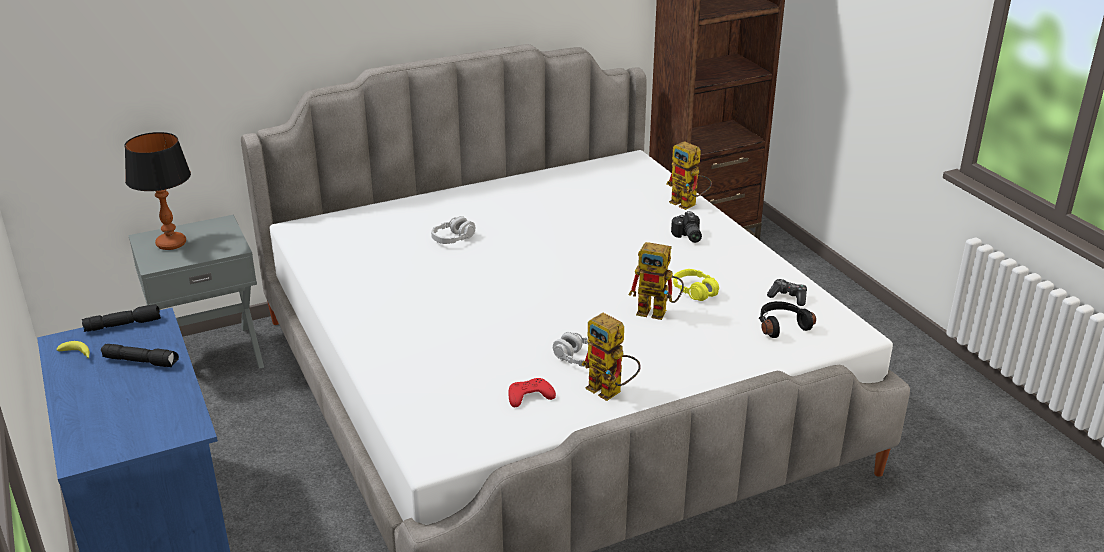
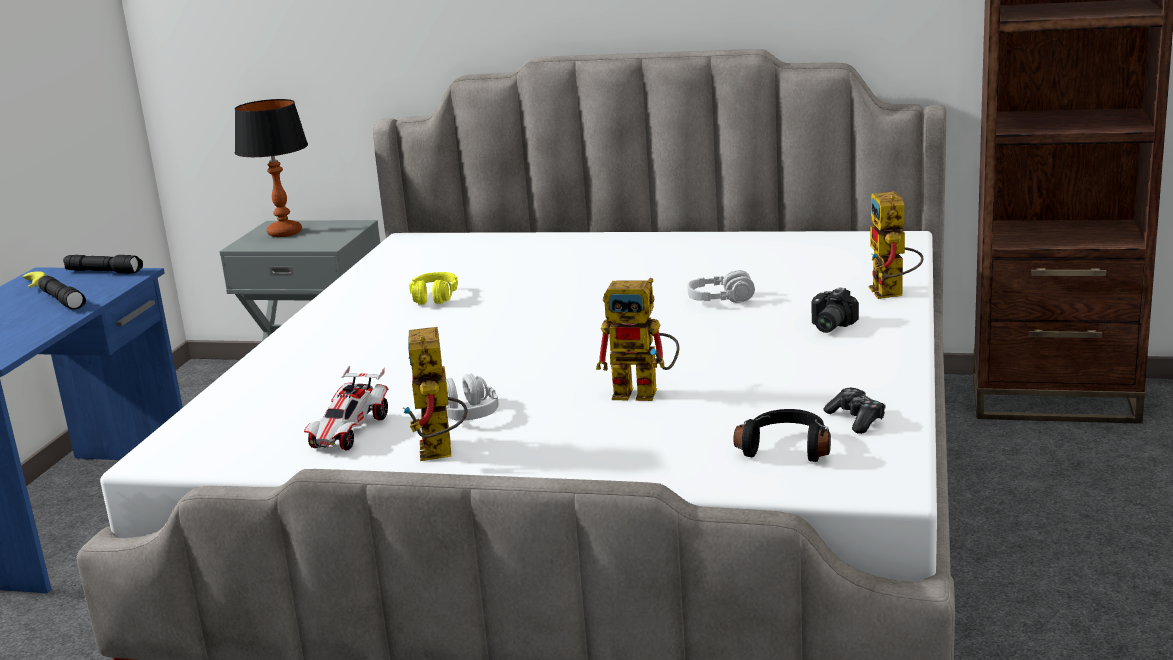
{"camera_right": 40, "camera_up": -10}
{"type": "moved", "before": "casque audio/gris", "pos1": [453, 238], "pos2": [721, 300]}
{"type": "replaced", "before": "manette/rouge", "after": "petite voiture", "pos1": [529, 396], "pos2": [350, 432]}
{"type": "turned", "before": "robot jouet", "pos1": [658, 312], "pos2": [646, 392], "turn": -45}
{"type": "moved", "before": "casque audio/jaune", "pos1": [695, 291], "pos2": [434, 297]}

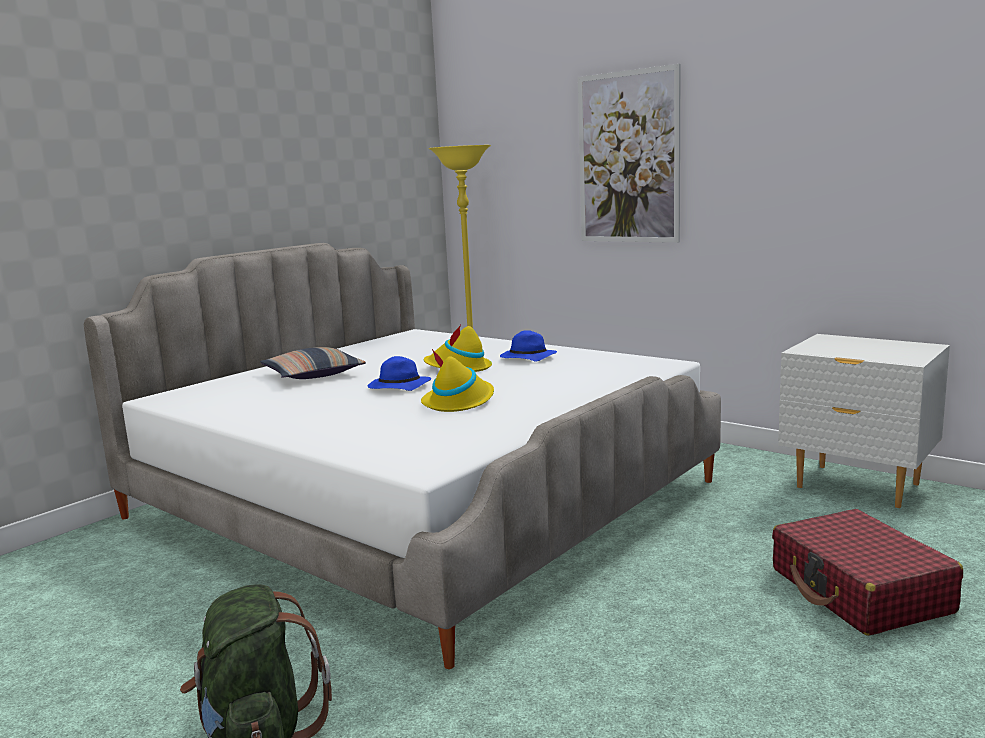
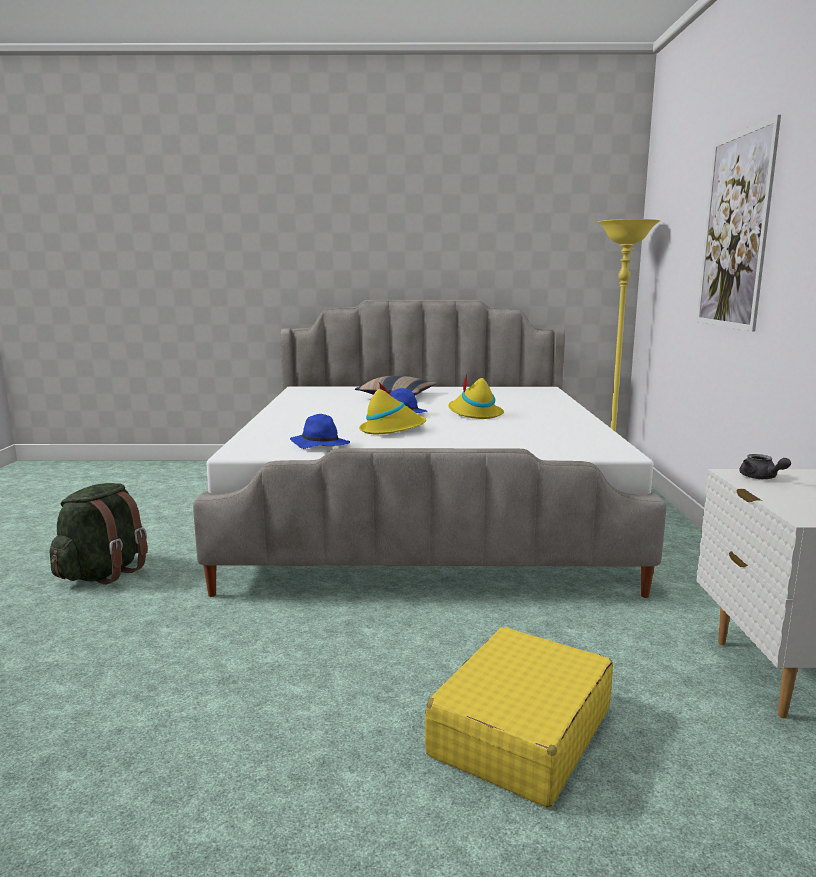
{"camera_right": 50, "camera_up": 0}
{"type": "moved", "before": "chapeau/bleu", "pos1": [527, 358], "pos2": [319, 445]}
{"type": "recoloured", "before": "valise/rouge", "after": "valise/jaune", "pos1": [860, 591], "pos2": [520, 732]}
{"type": "added", "after": "théière/gris", "pos2": [761, 478]}

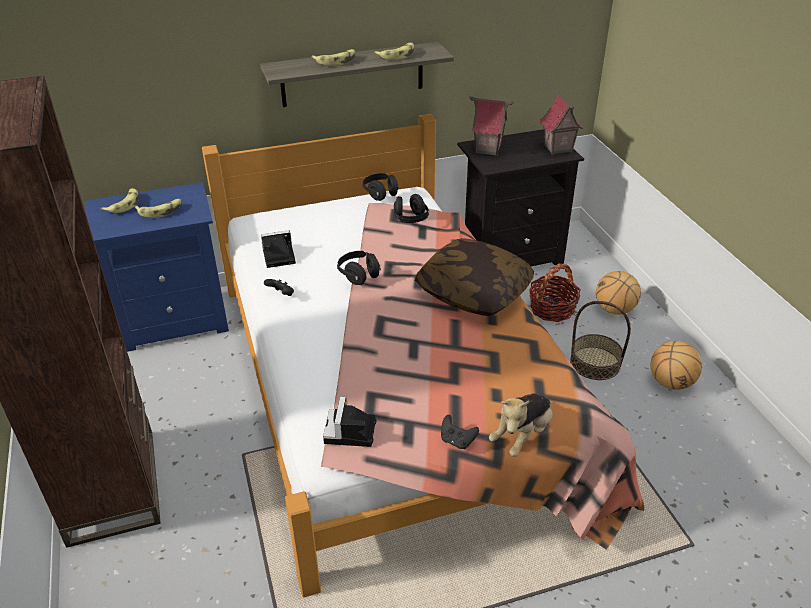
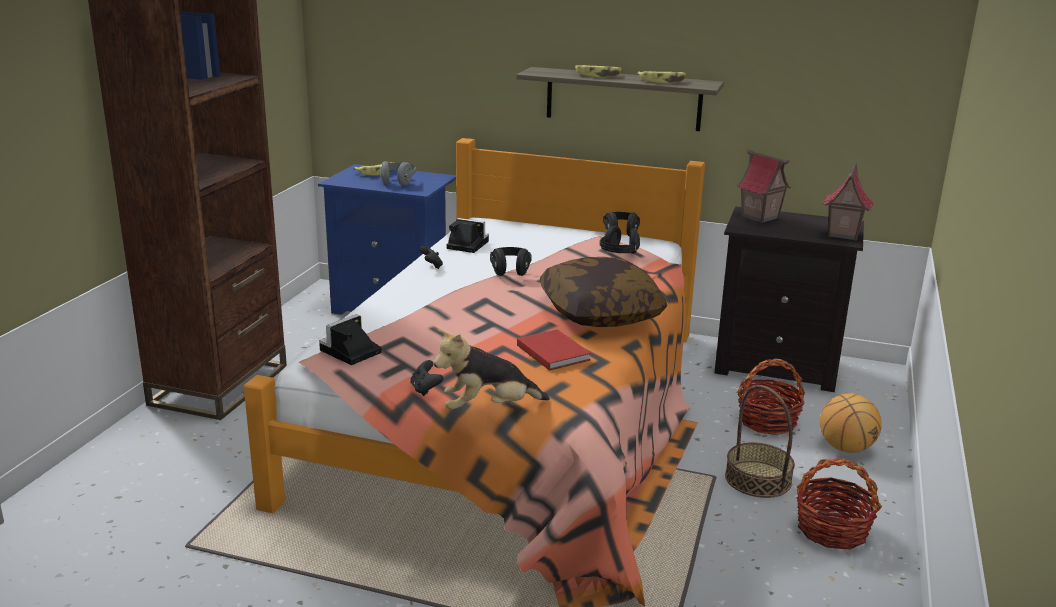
{"camera_right": 35, "camera_up": -15}
{"type": "replaced", "before": "banane", "after": "casque audio/gris", "pos1": [161, 211], "pos2": [397, 182]}
{"type": "replaced", "before": "ballon de basket", "after": "panier", "pos1": [670, 383], "pos2": [832, 530]}
{"type": "added", "after": "livre/rouge", "pos2": [553, 352]}

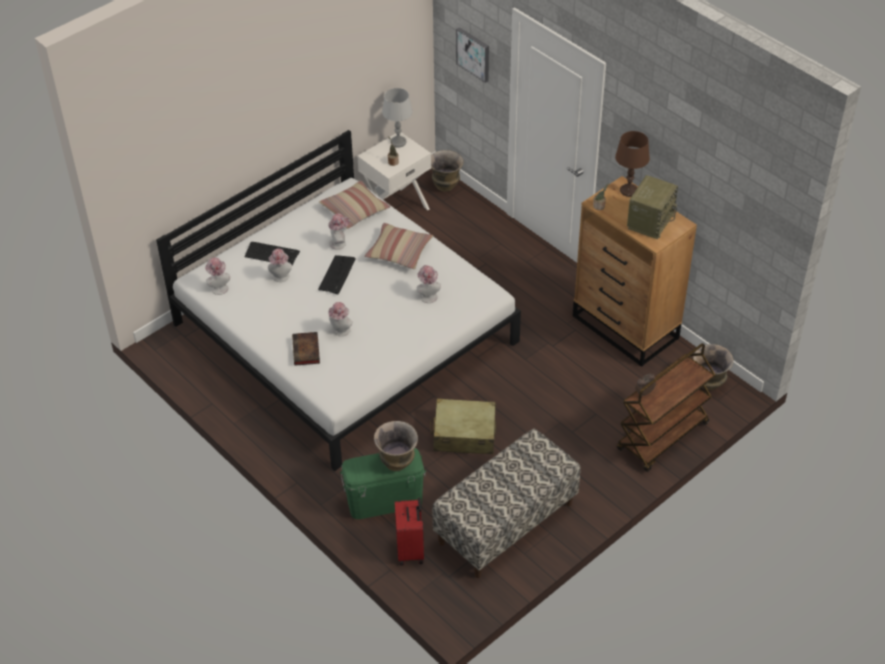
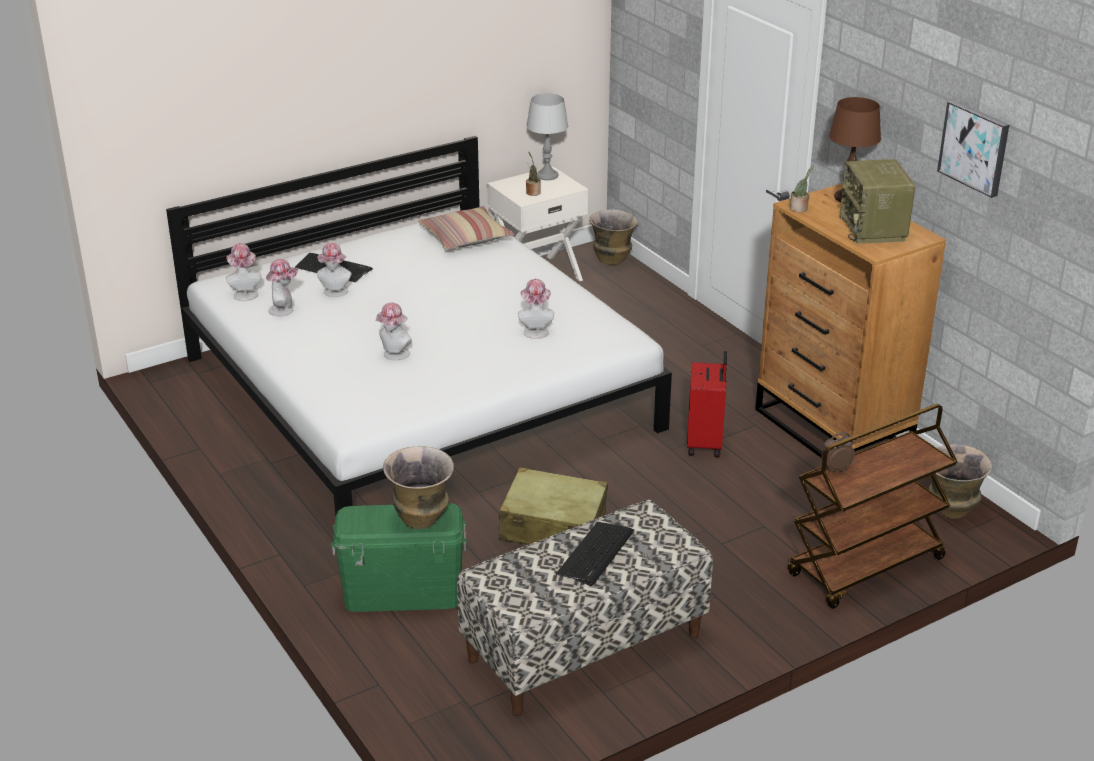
{"camera_right": 10, "camera_up": -15}
{"type": "removed", "before": "livre", "pos1": [306, 351]}
{"type": "moved", "before": "clavier", "pos1": [337, 275], "pos2": [595, 554]}
{"type": "moved", "before": "chapeau", "pos1": [339, 243], "pos2": [284, 309]}
{"type": "removed", "before": "coussin", "pos1": [399, 251]}
{"type": "moved", "before": "valise/rouge", "pos1": [411, 550], "pos2": [705, 444]}
{"type": "moved", "before": "tableau", "pos1": [473, 54], "pos2": [975, 147]}
{"type": "turned", "before": "radio", "pos1": [650, 221], "pos2": [873, 229], "turn": 135}

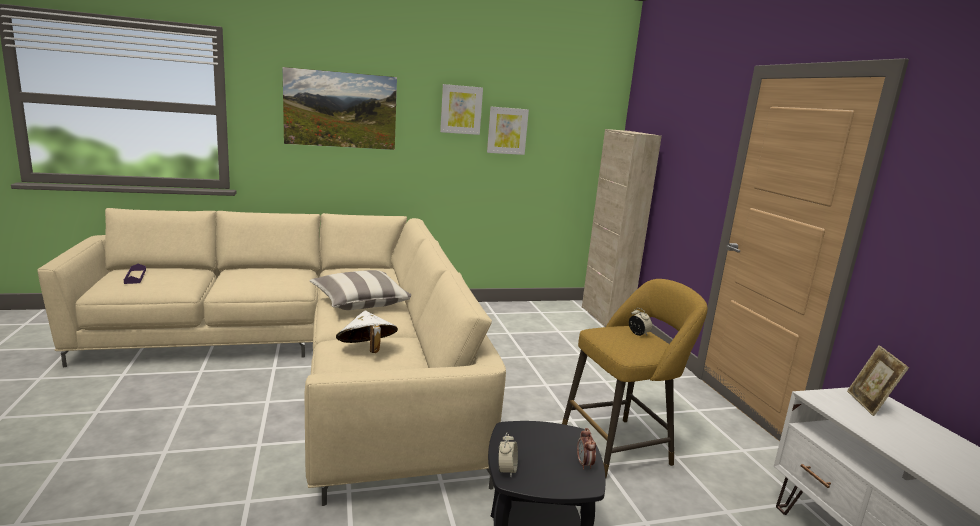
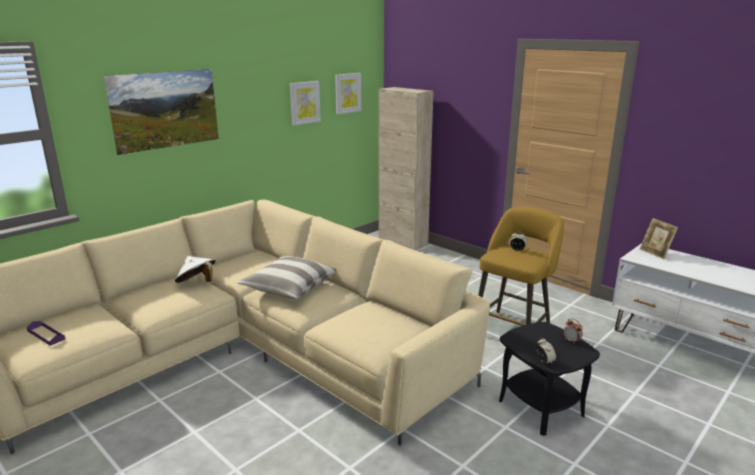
{"camera_right": -30, "camera_up": 5}
{"type": "moved", "before": "chapeau/blanc", "pos1": [366, 351], "pos2": [197, 283]}
{"type": "moved", "before": "tableau", "pos1": [461, 109], "pos2": [347, 93]}

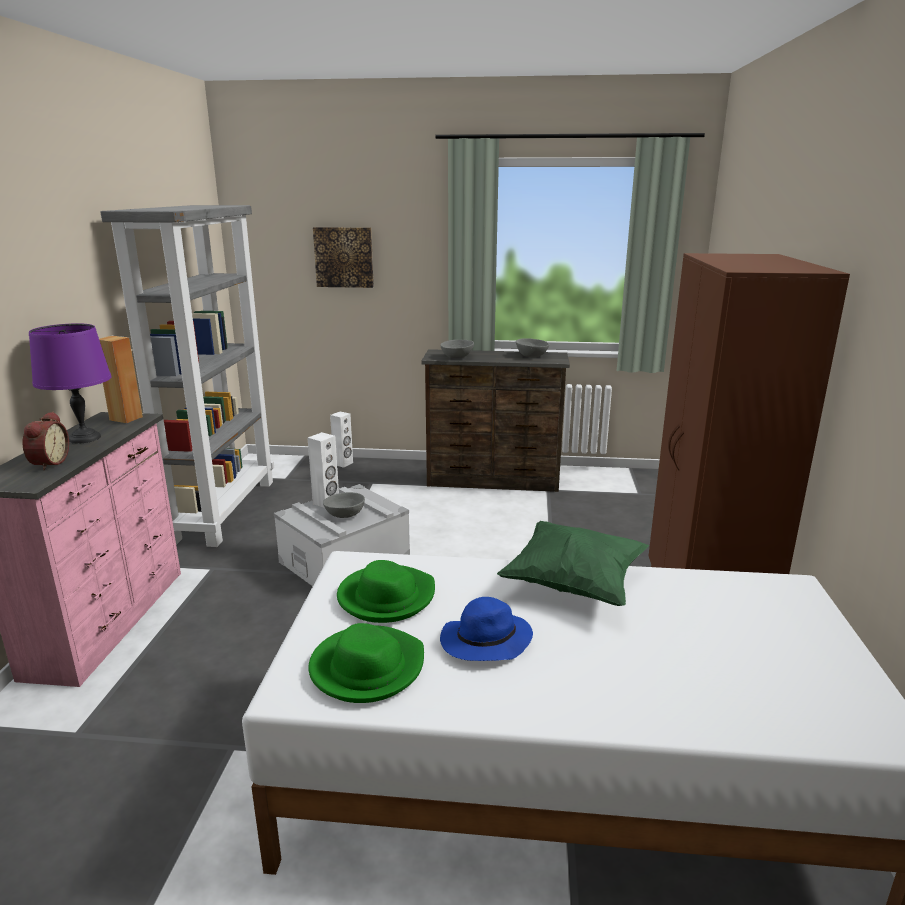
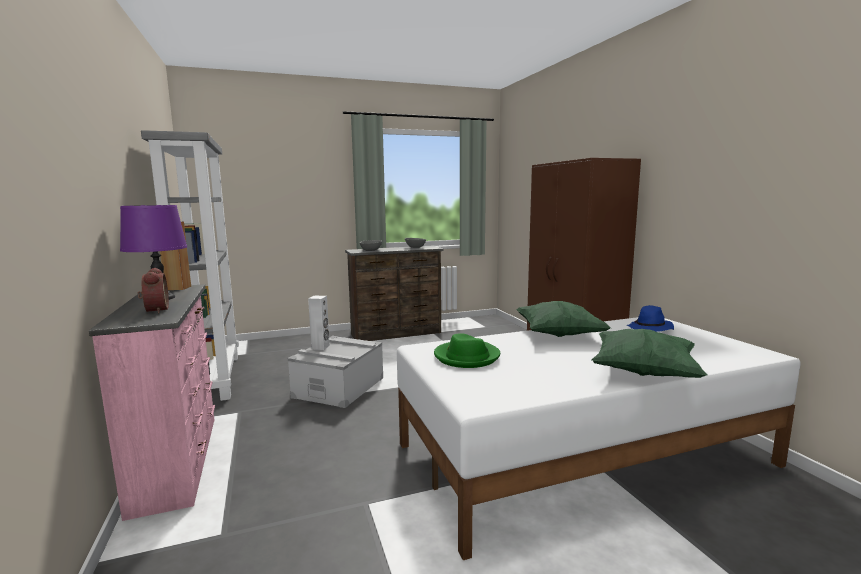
{"camera_right": -25, "camera_up": -10}
{"type": "removed", "before": "chapeau/vert", "pos1": [367, 667]}
{"type": "removed", "before": "tableau", "pos1": [344, 257]}
{"type": "removed", "before": "bol/gris", "pos1": [345, 515]}
{"type": "removed", "before": "enceinte/blanc", "pos1": [343, 464]}
{"type": "moved", "before": "chapeau/bleu", "pos1": [485, 642], "pos2": [650, 329]}
{"type": "added", "after": "coussin/vert", "pos2": [643, 373]}

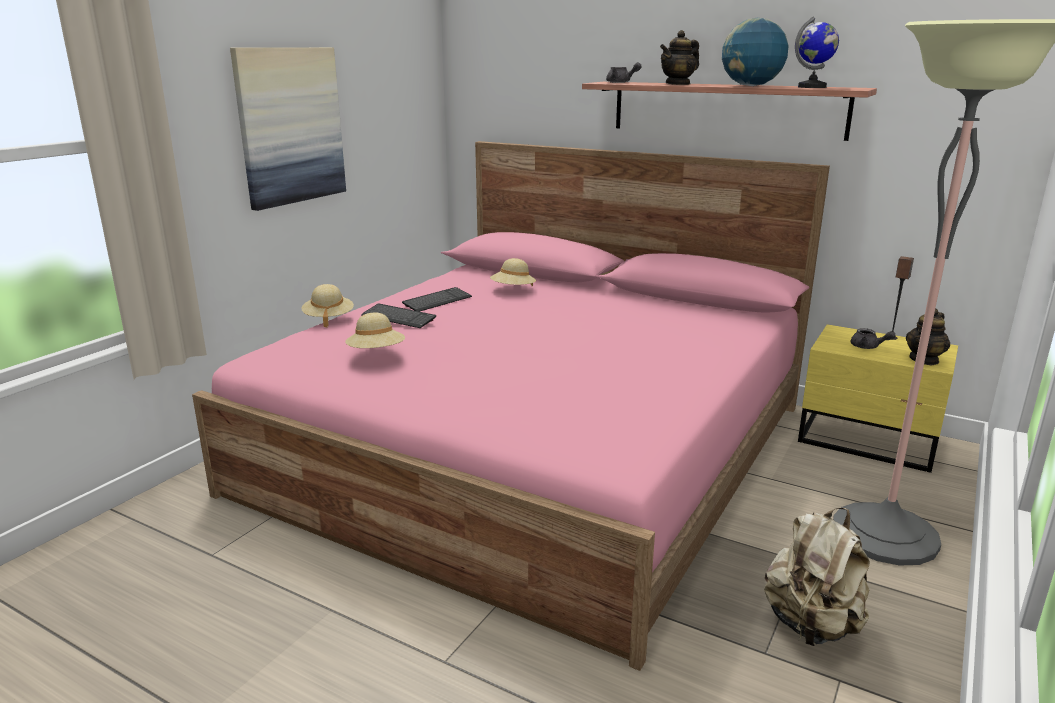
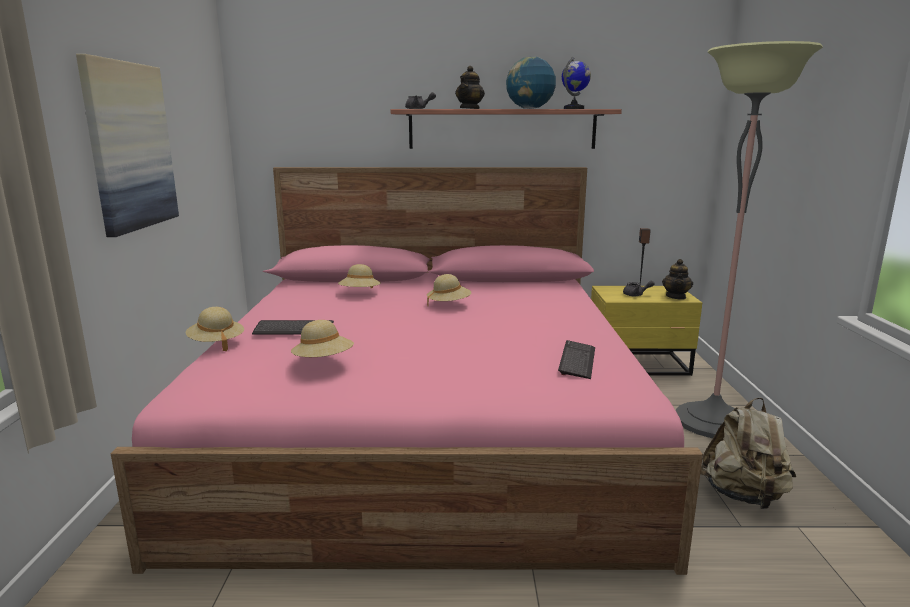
{"camera_right": -30, "camera_up": -5}
{"type": "moved", "before": "clavier", "pos1": [437, 301], "pos2": [577, 361]}
{"type": "added", "after": "chapeau/beige", "pos2": [449, 304]}

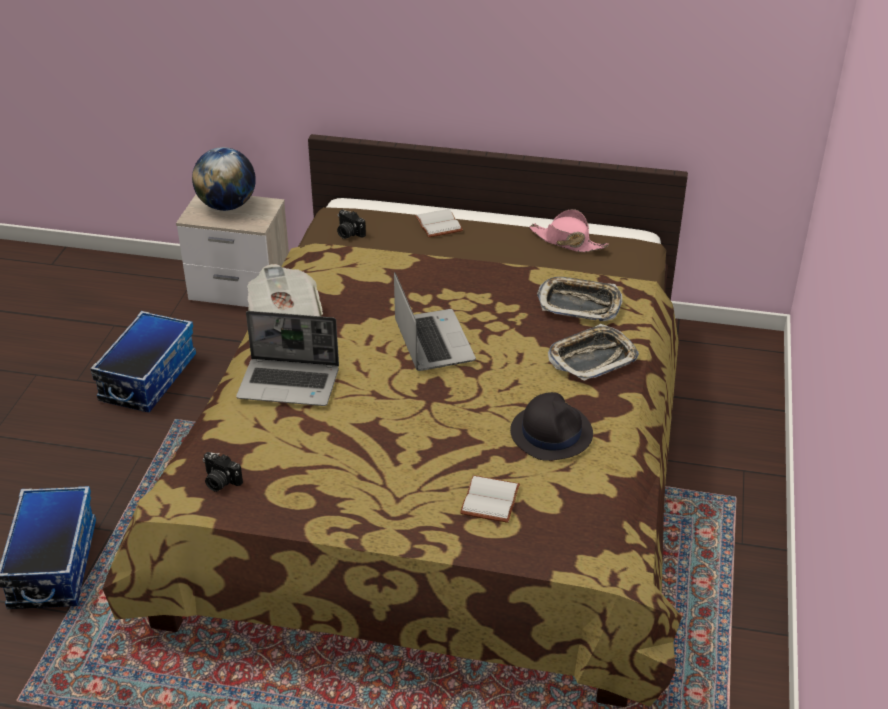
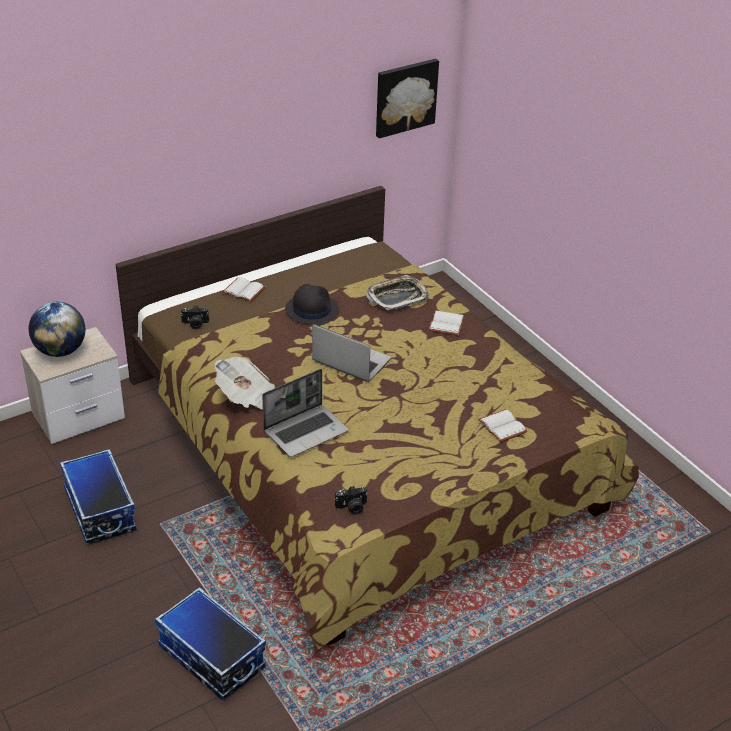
{"camera_right": -45, "camera_up": 0}
{"type": "moved", "before": "chapeau/noir", "pos1": [551, 432], "pos2": [311, 309]}
{"type": "removed", "before": "chapeau/rose", "pos1": [567, 241]}
{"type": "replaced", "before": "plateau", "after": "livre/blanc", "pos1": [592, 358], "pos2": [445, 323]}
{"type": "added", "after": "tableau", "pos2": [405, 97]}

